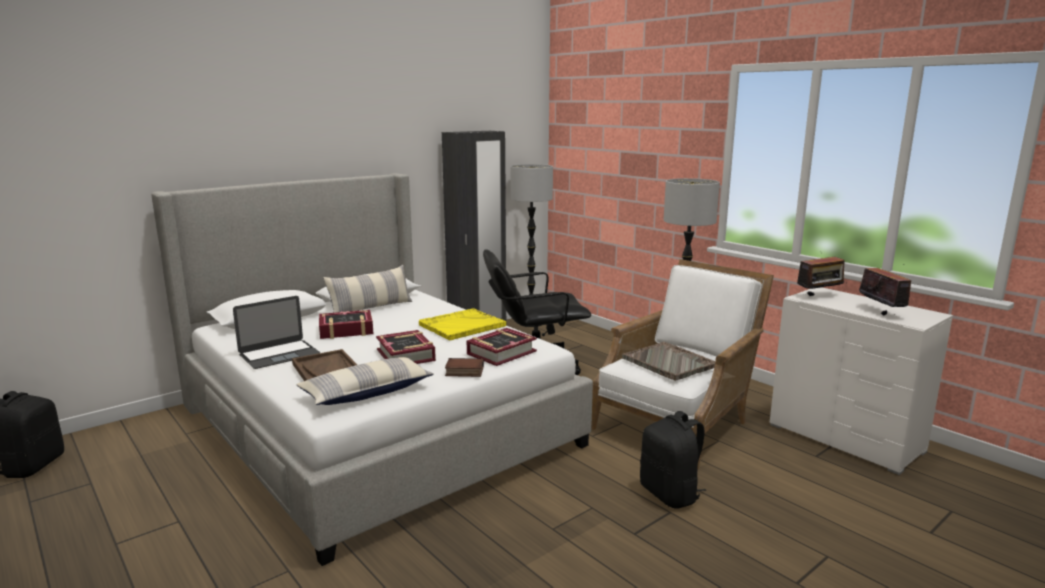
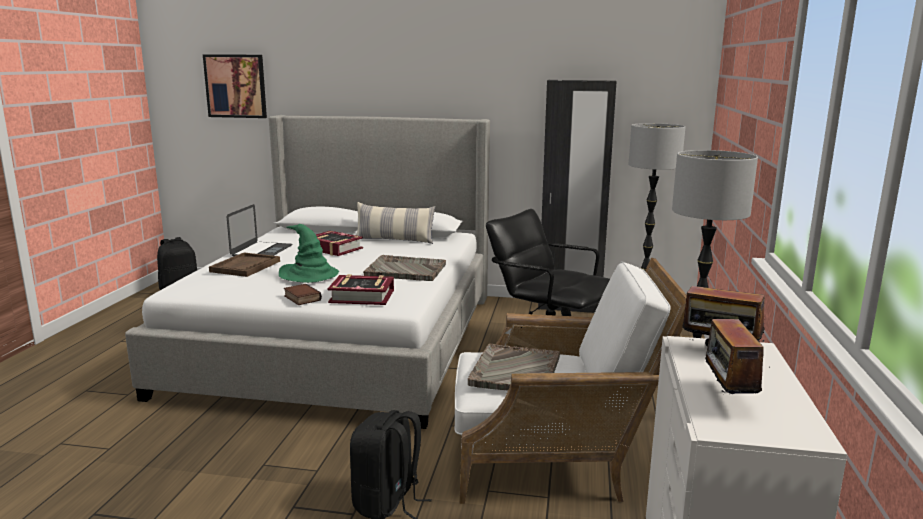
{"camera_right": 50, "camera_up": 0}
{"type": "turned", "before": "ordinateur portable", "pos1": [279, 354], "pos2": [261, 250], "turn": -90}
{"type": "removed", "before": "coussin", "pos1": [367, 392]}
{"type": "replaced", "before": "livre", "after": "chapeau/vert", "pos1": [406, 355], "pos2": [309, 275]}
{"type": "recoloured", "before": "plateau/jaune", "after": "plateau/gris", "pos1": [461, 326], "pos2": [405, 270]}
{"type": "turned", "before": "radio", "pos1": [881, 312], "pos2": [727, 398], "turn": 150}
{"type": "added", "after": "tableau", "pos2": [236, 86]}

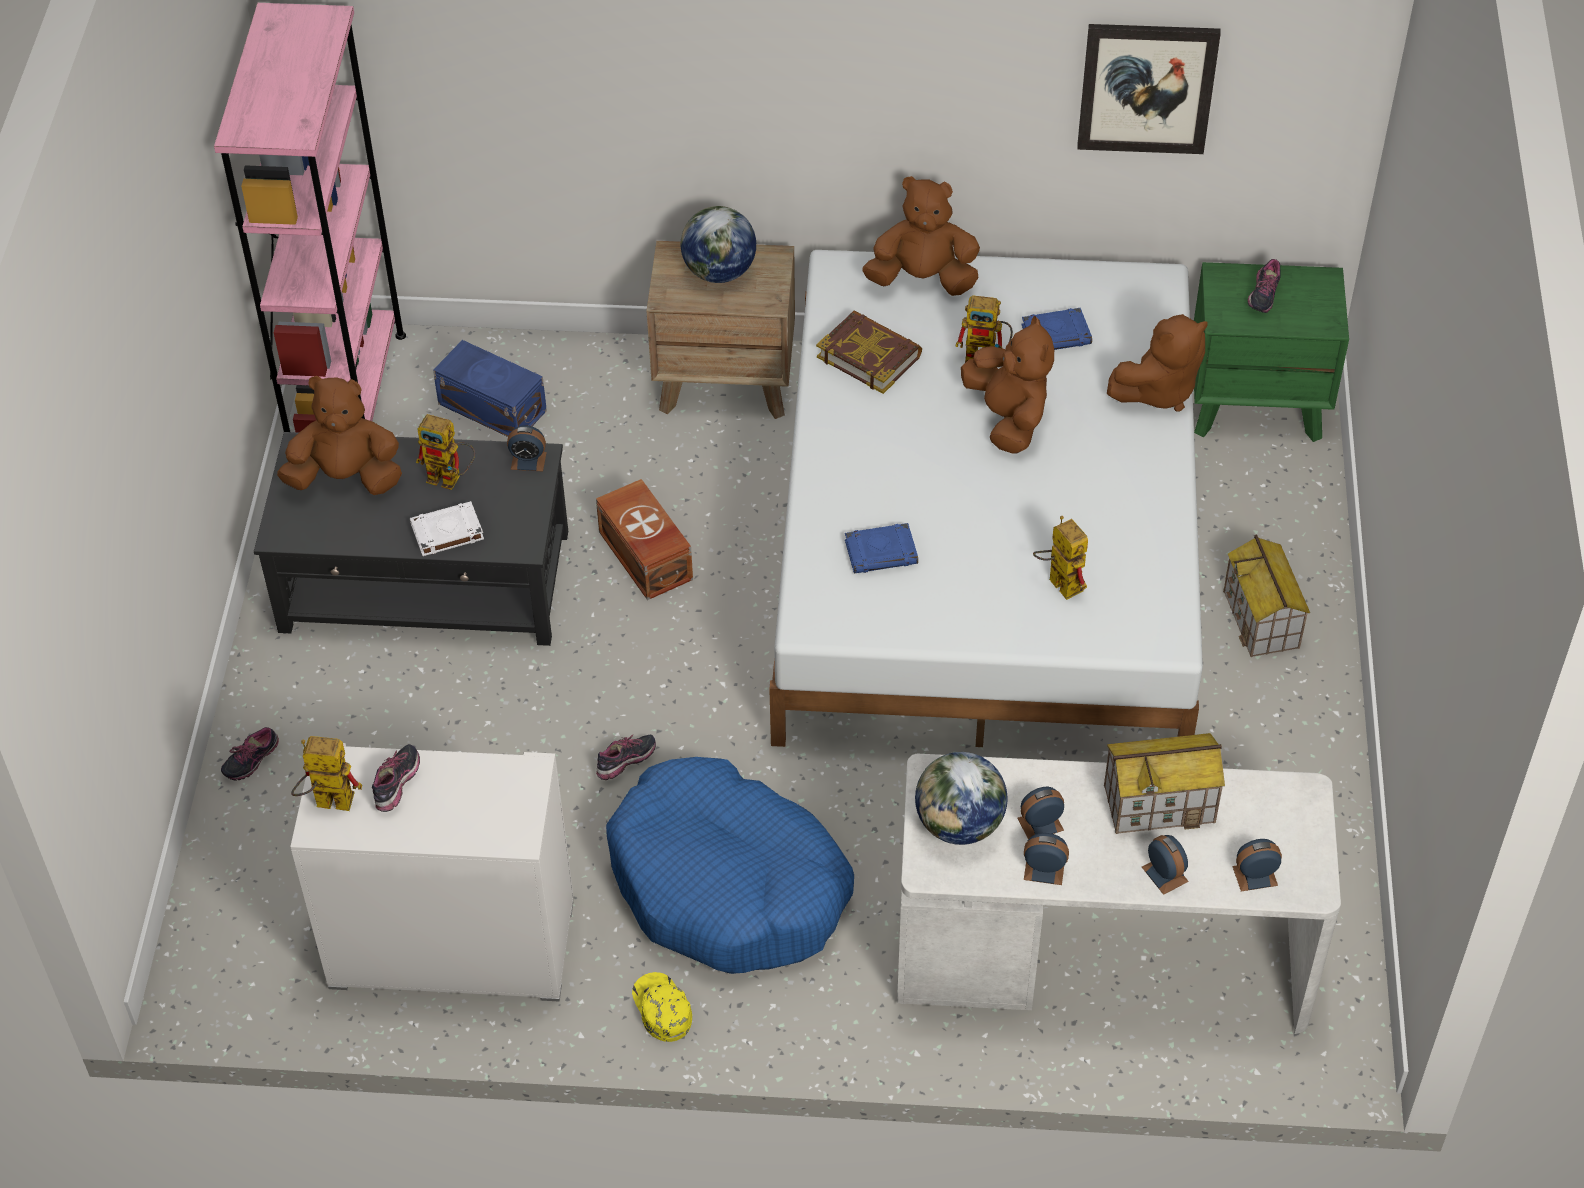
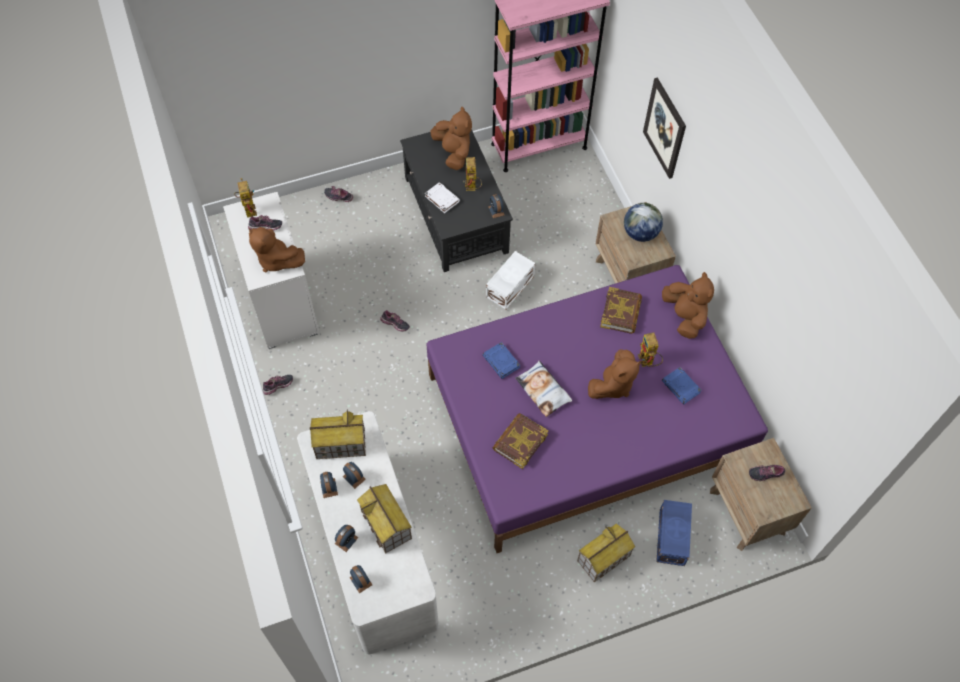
{"camera_right": 65, "camera_up": 10}
{"type": "moved", "before": "boîte de rangement/bleu", "pos1": [492, 405], "pos2": [672, 536]}
{"type": "recoloured", "before": "boîte de rangement/marron", "after": "boîte de rangement/blanc", "pos1": [645, 557], "pos2": [509, 287]}
{"type": "removed", "before": "panier pour chien/bleu", "pos1": [728, 885]}
{"type": "replaced", "before": "casquette/jaune", "after": "chaussure", "pos1": [661, 1008], "pos2": [278, 387]}
{"type": "recoloured", "before": "lit/blanc", "after": "lit/violet", "pos1": [986, 545], "pos2": [586, 419]}
{"type": "replaced", "before": "globe", "after": "maison miniature", "pos1": [959, 825], "pos2": [340, 444]}
{"type": "replaced", "before": "robot jouet", "after": "livre", "pos1": [1058, 582], "pos2": [520, 442]}
{"type": "moved", "before": "tableau", "pos1": [1147, 88], "pos2": [665, 128]}
{"type": "moved", "before": "peluche/marron", "pos1": [1158, 390], "pos2": [276, 259]}
{"type": "recoloured", "before": "table de chevet/vert", "after": "table de chevet/marron", "pos1": [1257, 403], "pos2": [747, 511]}
{"type": "added", "after": "coussin", "pos2": [543, 391]}

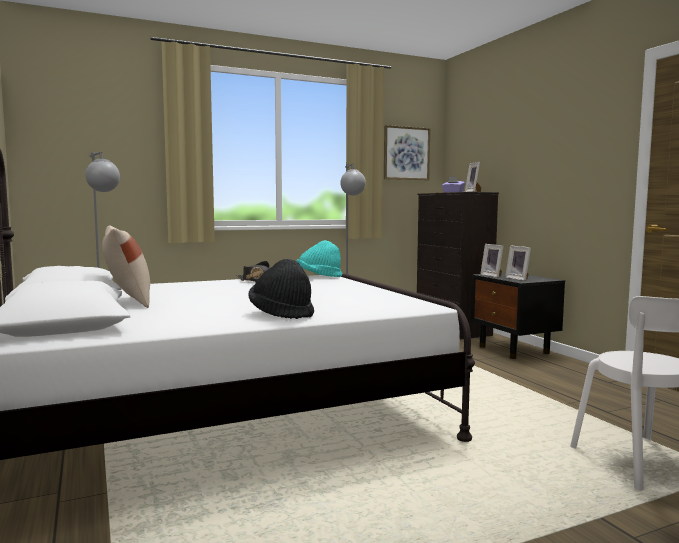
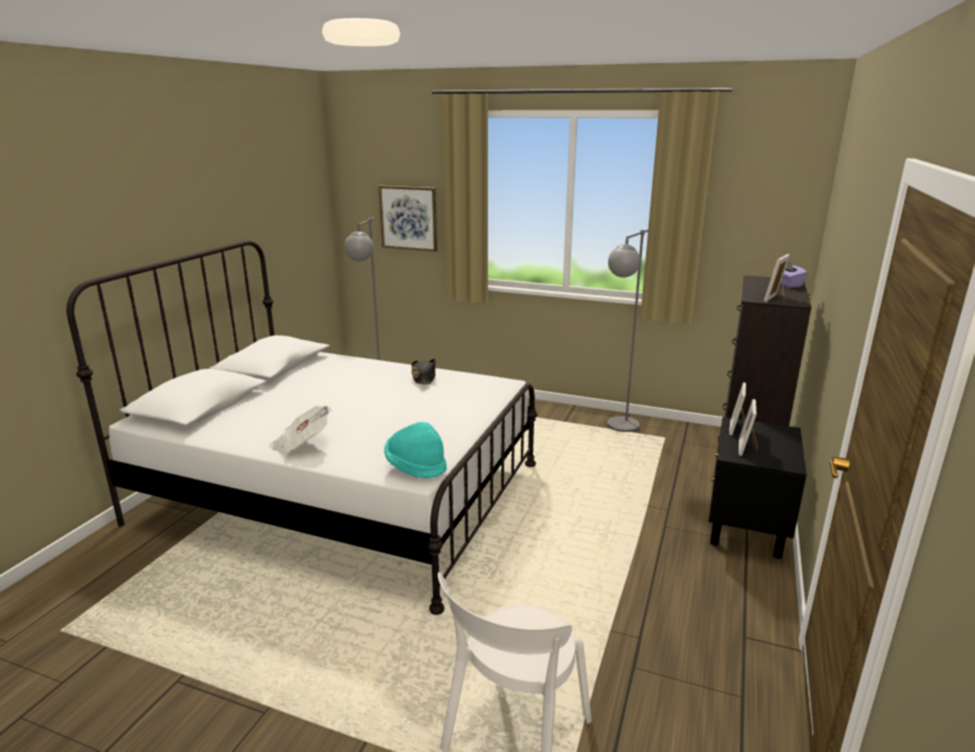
{"camera_right": 45, "camera_up": 15}
{"type": "removed", "before": "coussin/beige", "pos1": [127, 302]}
{"type": "replaced", "before": "chapeau/noir", "after": "journal", "pos1": [282, 314], "pos2": [301, 444]}
{"type": "moved", "before": "chapeau/turquoise", "pos1": [319, 277], "pos2": [416, 466]}
{"type": "moved", "before": "tableau", "pos1": [406, 153], "pos2": [408, 218]}

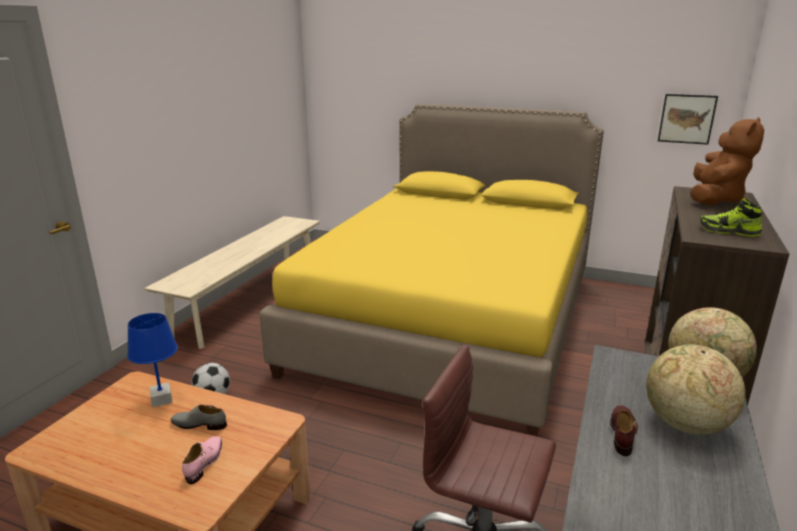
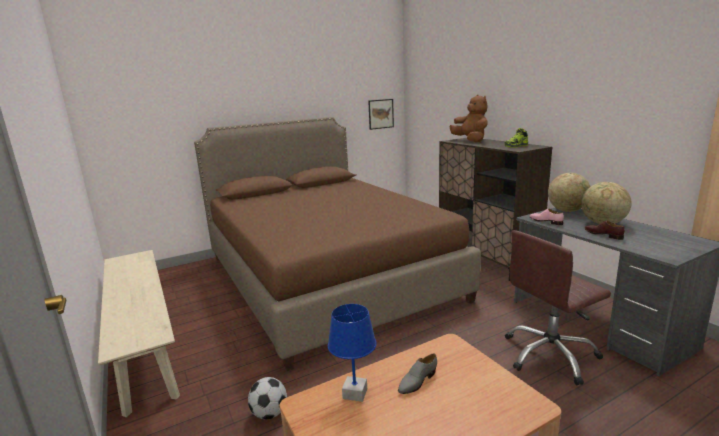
{"camera_right": -50, "camera_up": -5}
{"type": "moved", "before": "chaussure/rose", "pos1": [205, 462], "pos2": [545, 221]}
{"type": "recoloured", "before": "lit/jaune", "after": "lit/marron", "pos1": [450, 321], "pos2": [326, 277]}

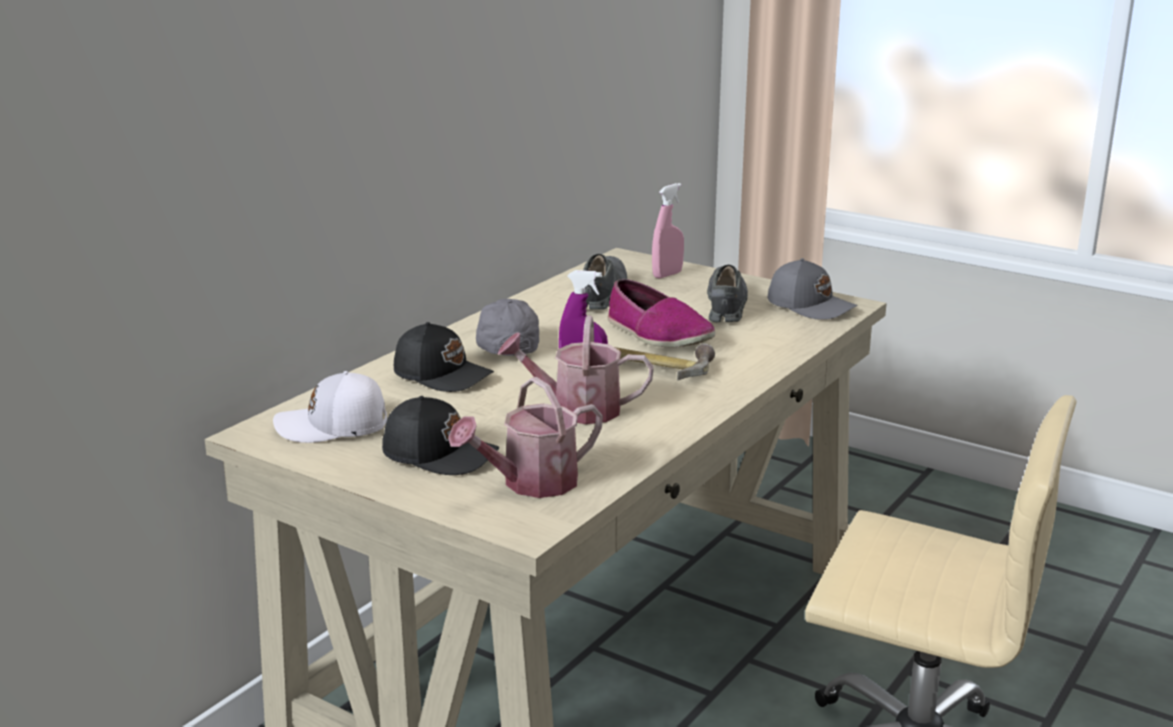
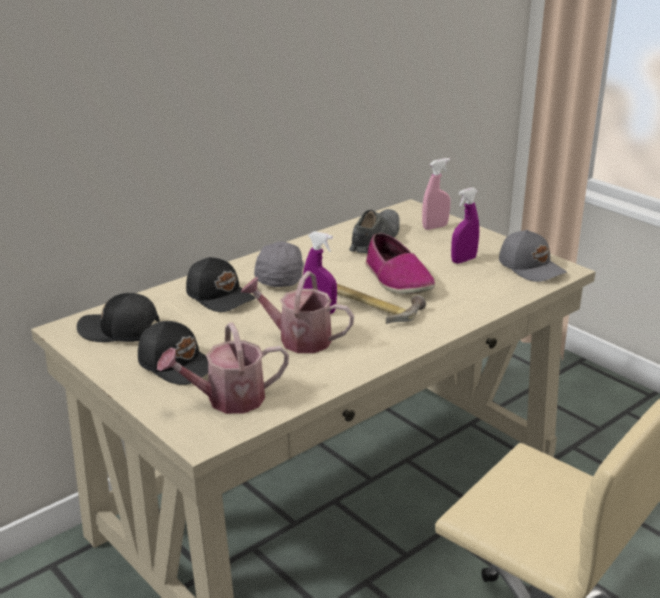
{"camera_right": 15, "camera_up": 5}
{"type": "recoloured", "before": "casquette/blanc", "after": "casquette/noir", "pos1": [333, 427], "pos2": [120, 331]}
{"type": "replaced", "before": "chaussure/gris", "after": "vaporisateur/violet", "pos1": [725, 306], "pos2": [463, 260]}

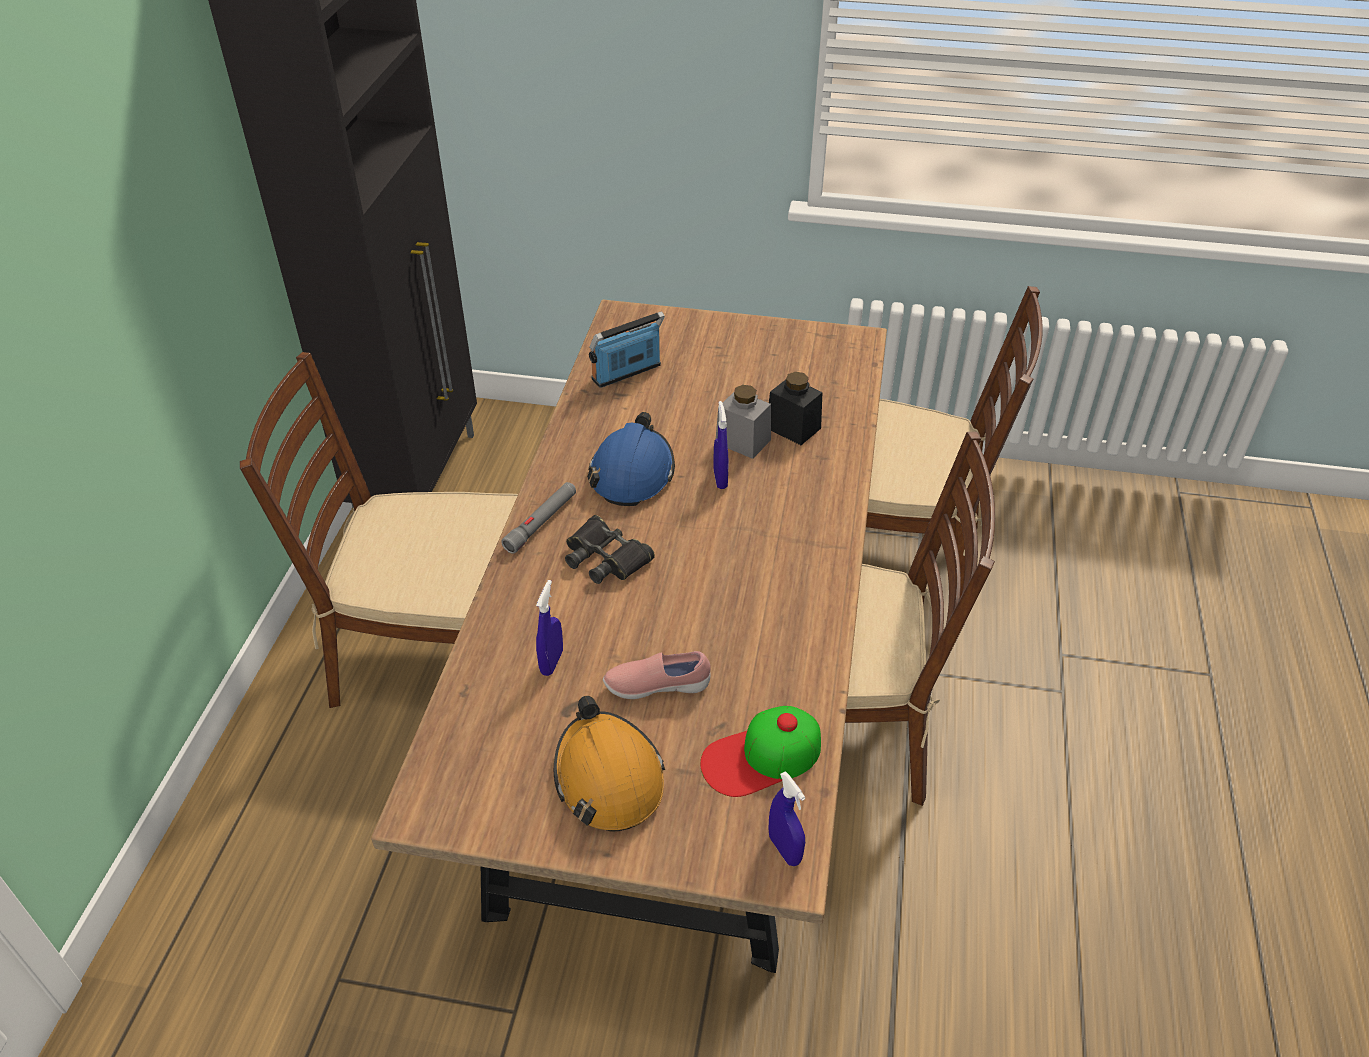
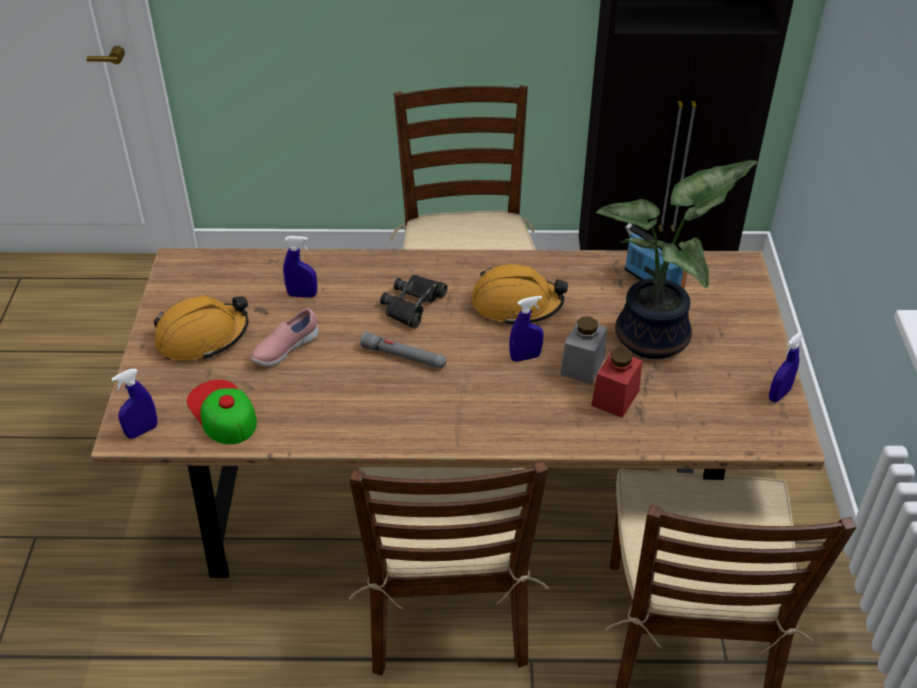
{"camera_right": 80, "camera_up": 0}
{"type": "moved", "before": "lampe de poche/gris", "pos1": [541, 522], "pos2": [404, 356]}
{"type": "recoloured", "before": "casque de chantier/bleu", "after": "casque de chantier/orange", "pos1": [632, 473], "pos2": [516, 304]}
{"type": "turned", "before": "chaussure/rose", "pos1": [656, 686], "pos2": [285, 349], "turn": -120}
{"type": "recoloured", "before": "bocal/noir", "after": "bocal/rouge", "pos1": [793, 428], "pos2": [615, 398]}
{"type": "added", "after": "plante en pot", "pos2": [657, 339]}
{"type": "added", "after": "vaporisateur/bleu", "pos2": [779, 394]}

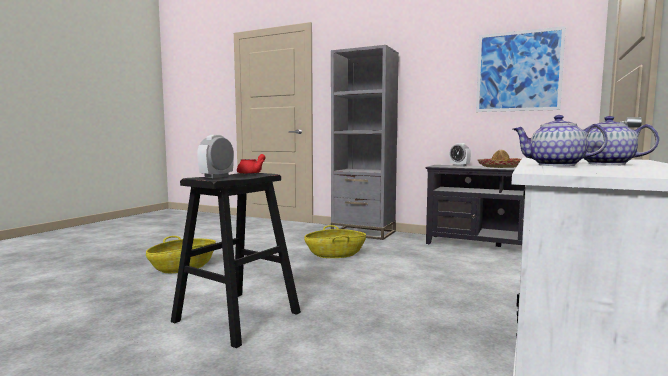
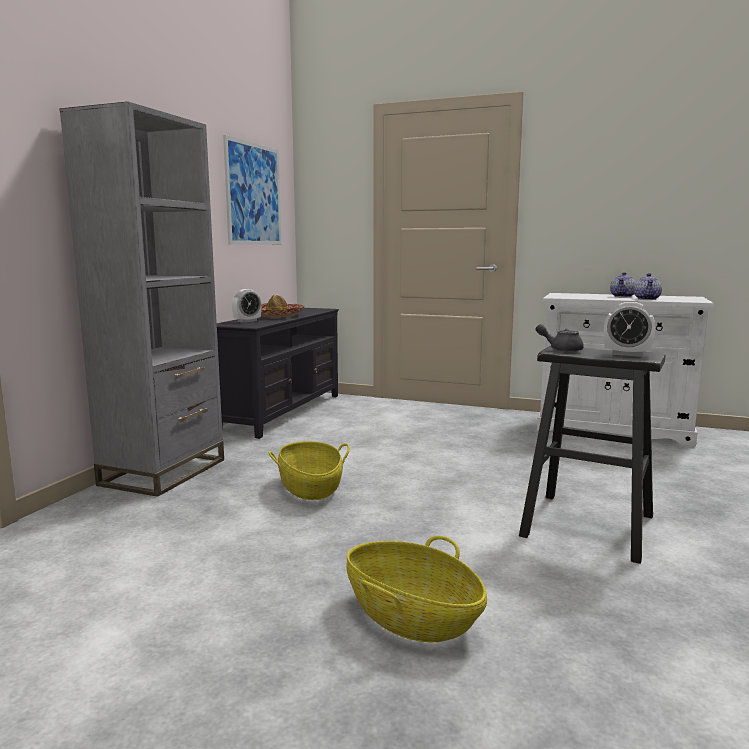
{"camera_right": -95, "camera_up": 5}
{"type": "recoloured", "before": "théière/rouge", "after": "théière/gris", "pos1": [252, 173], "pos2": [561, 349]}

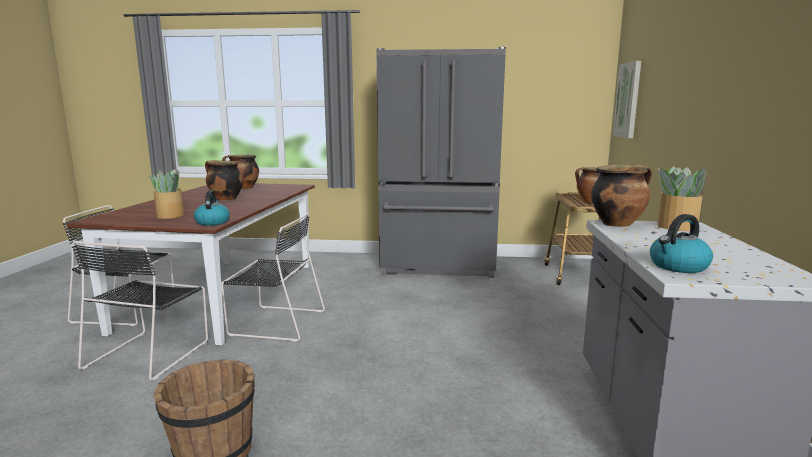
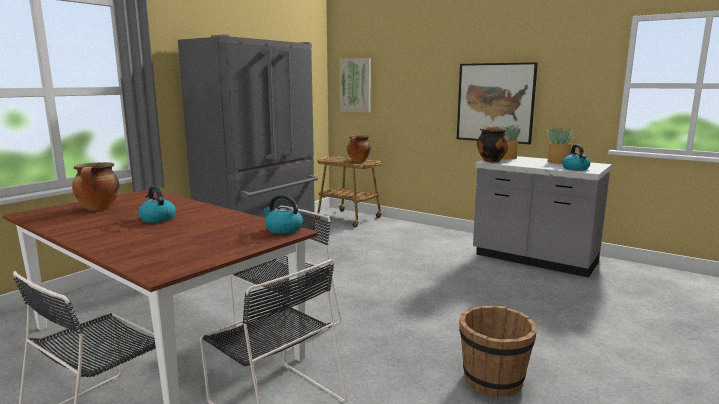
{"camera_right": -60, "camera_up": 0}
{"type": "moved", "before": "plante en pot", "pos1": [171, 215], "pos2": [557, 162]}
{"type": "replaced", "before": "marmite", "after": "bouilloire", "pos1": [225, 199], "pos2": [157, 218]}
{"type": "added", "after": "tableau", "pos2": [495, 103]}

